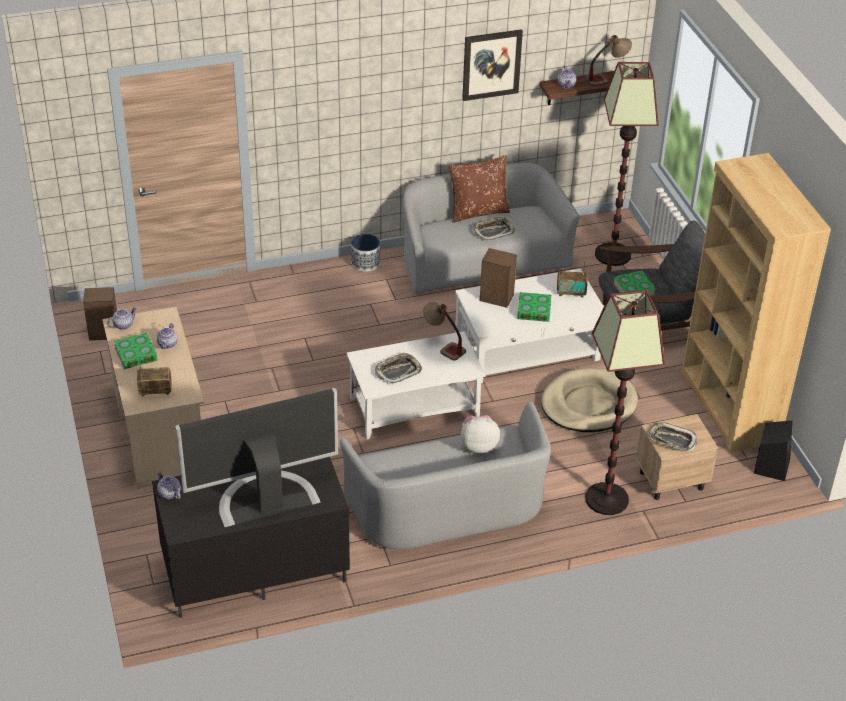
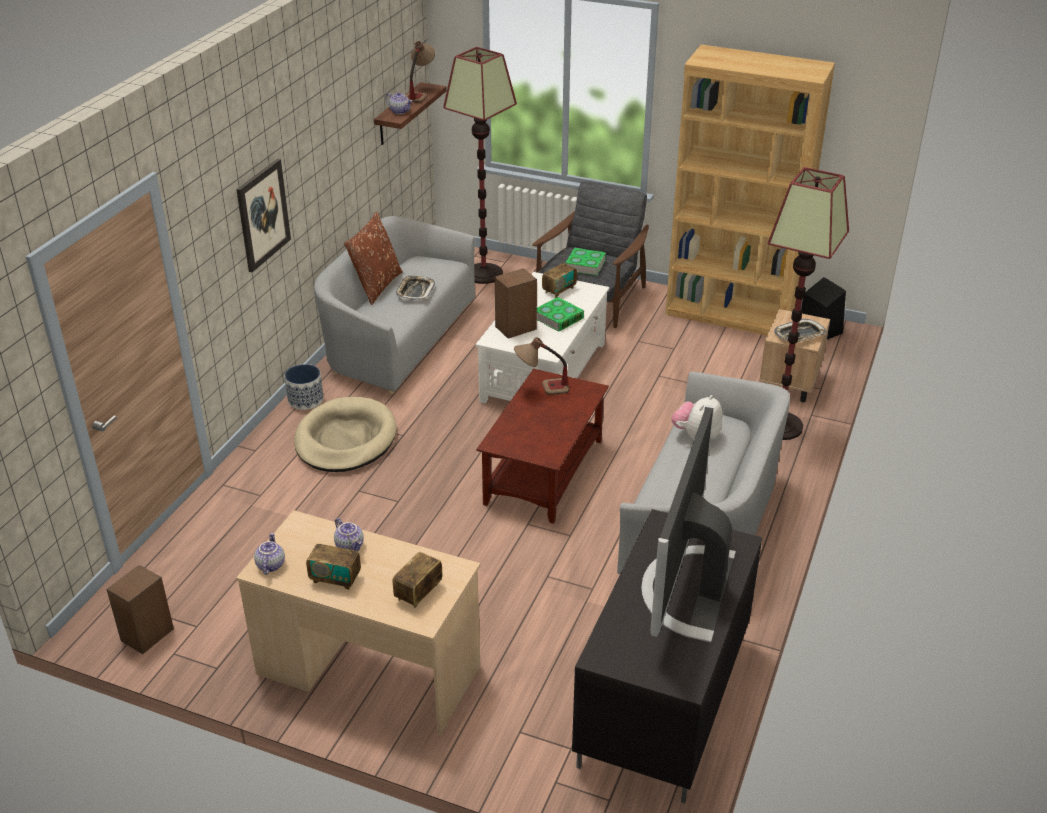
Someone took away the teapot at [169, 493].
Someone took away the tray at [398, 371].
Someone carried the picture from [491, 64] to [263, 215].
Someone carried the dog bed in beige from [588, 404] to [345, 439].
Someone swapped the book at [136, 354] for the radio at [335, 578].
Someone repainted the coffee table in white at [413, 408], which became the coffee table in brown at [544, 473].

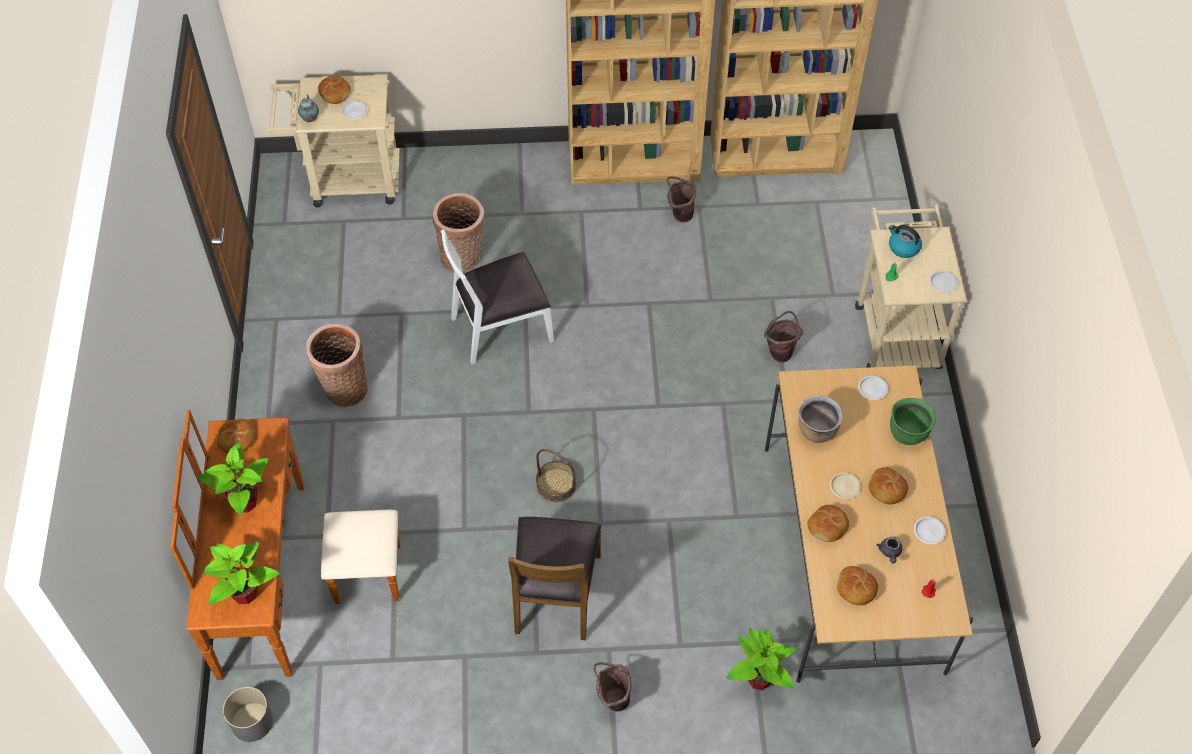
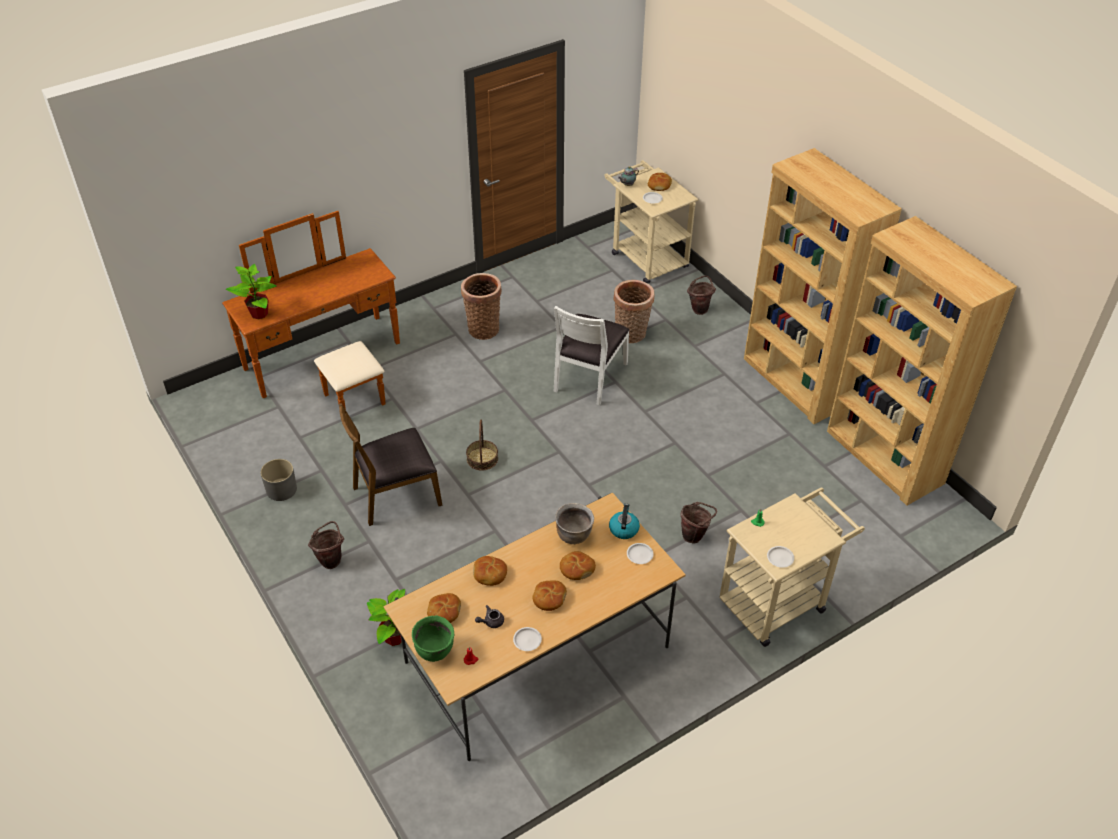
Someone took away the potted plant at [245, 501].
Someone took away the plate in beige at [844, 487].
Someone carried the bread from [236, 440] to [576, 569].
Someone carried the planter in grey from [251, 722] to [281, 489].
Someone carried the bucket in brown from [679, 214] to [699, 308].
Someone carried the kettle from [903, 247] to [623, 529].
Someone carried the cooking pot in green from [907, 433] to [435, 650].
Someone rotated the chair in white at [500, 328] by 105 degrees counterclockwise.

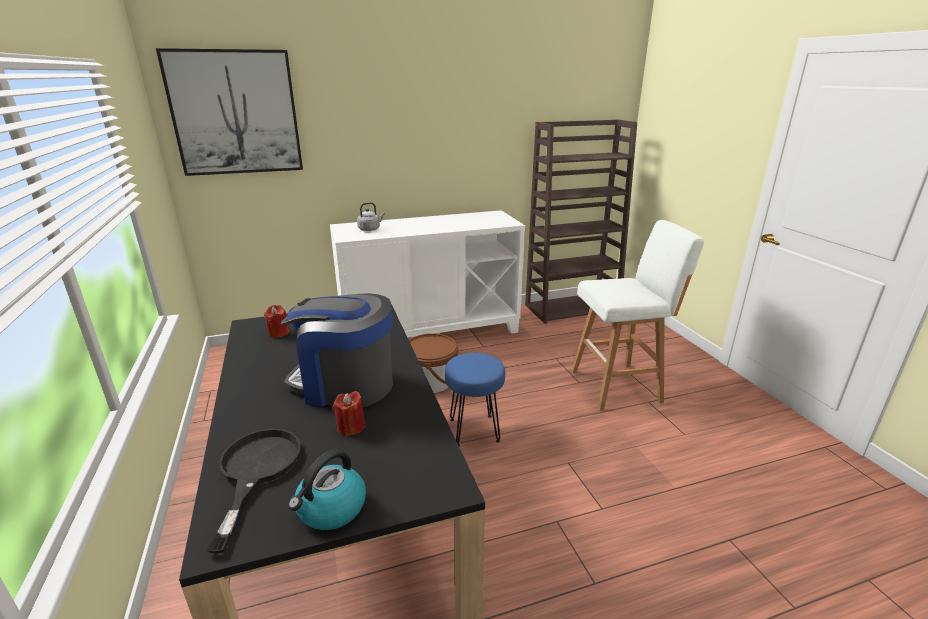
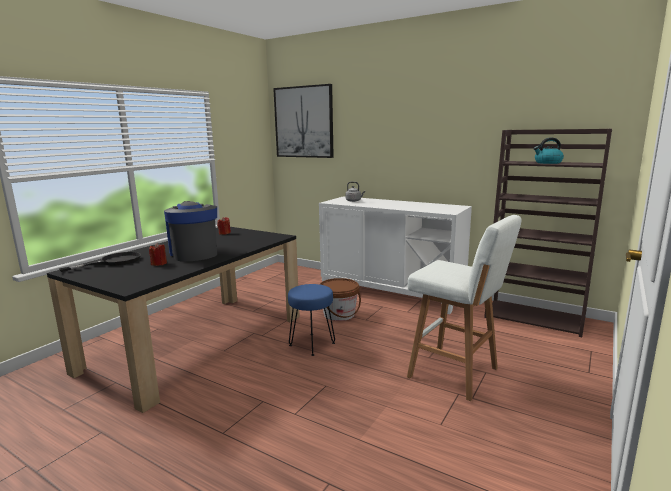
Someone carried the kettle from [331, 509] to [547, 163].

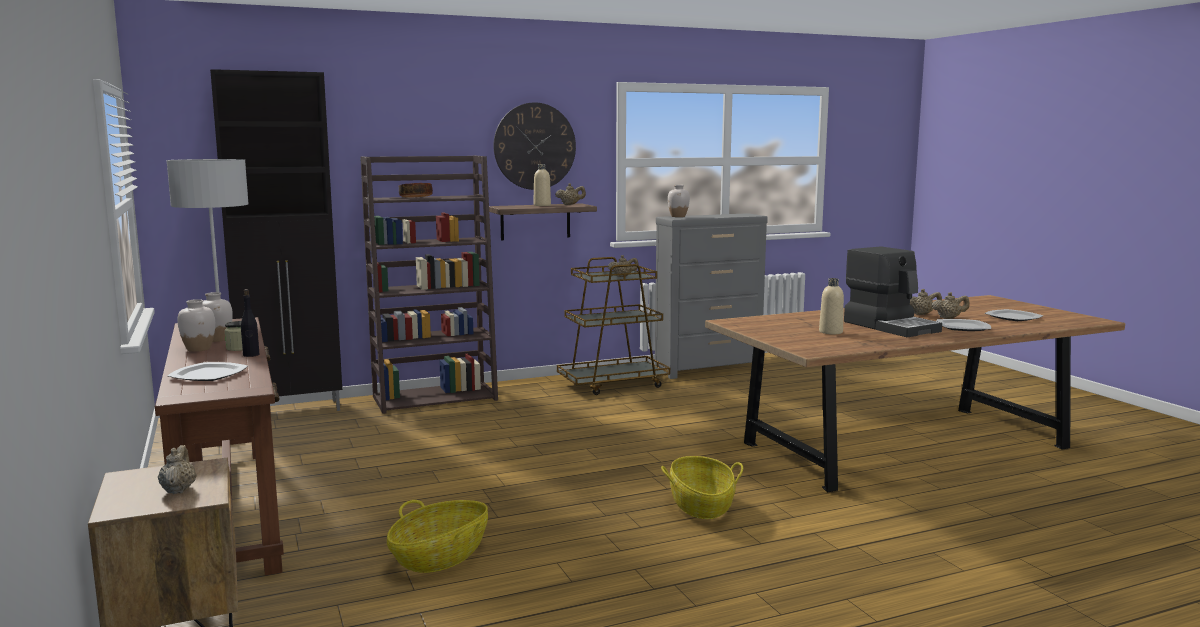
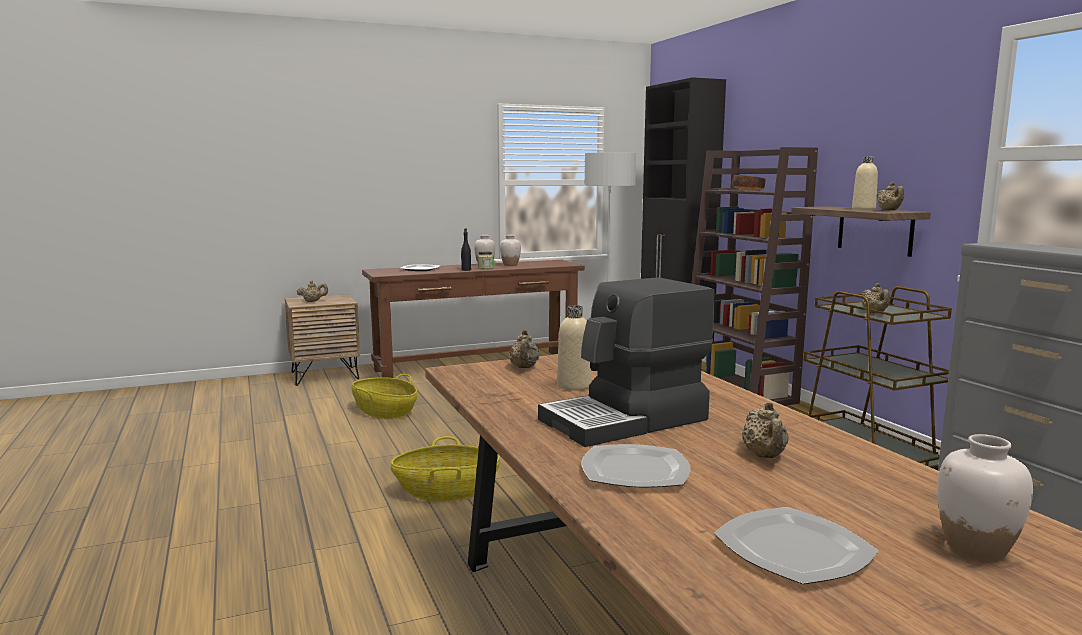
Someone took away the wall clock at [534, 146].
Someone carried the vase in white from [678, 216] to [976, 549].
Someone carried the teapot in beige from [949, 318] to [524, 368].

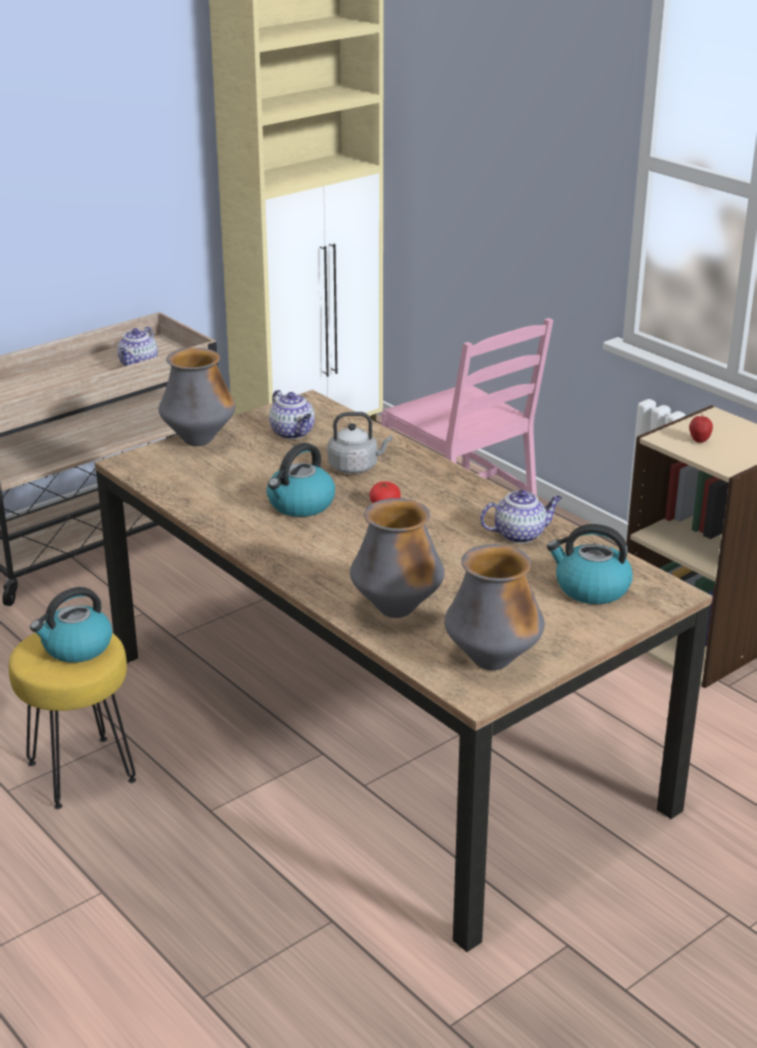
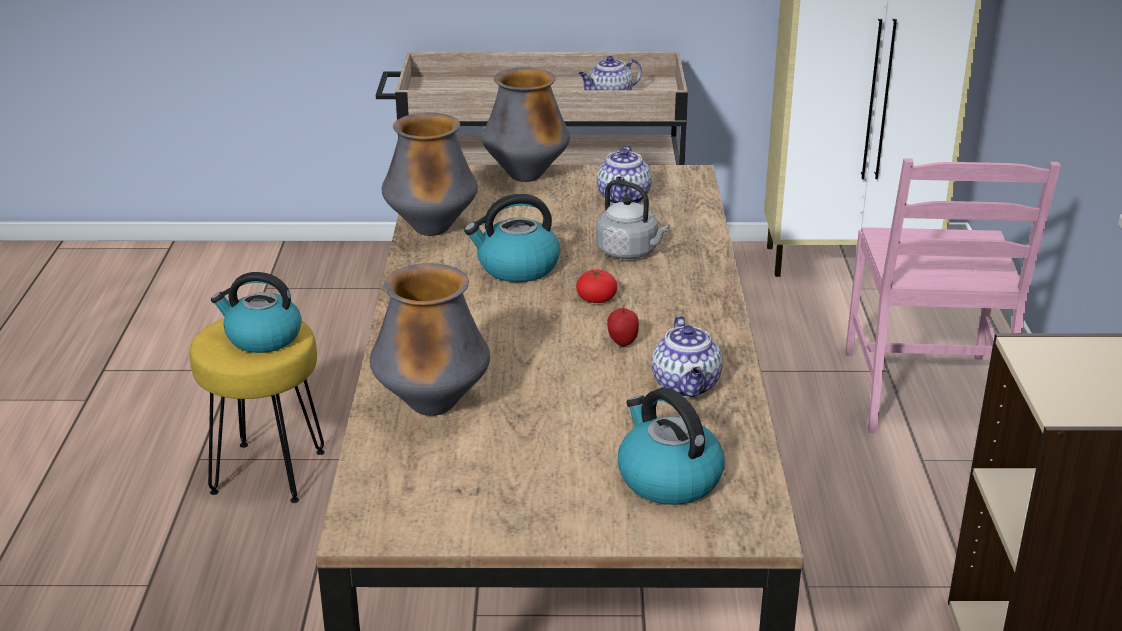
Someone carried the vase from [492, 661] to [432, 229].
Someone carried the apple from [699, 441] to [622, 343].
Someone rotated the teapot at [520, 534] by 60 degrees clockwise.

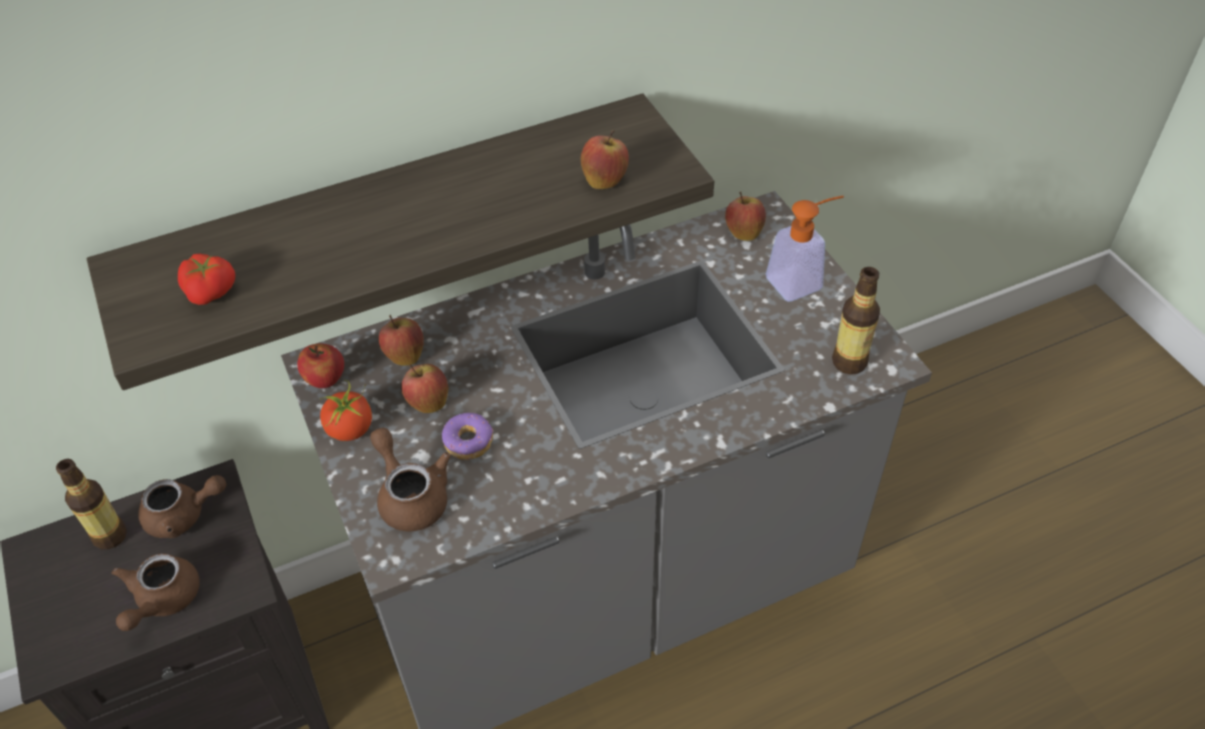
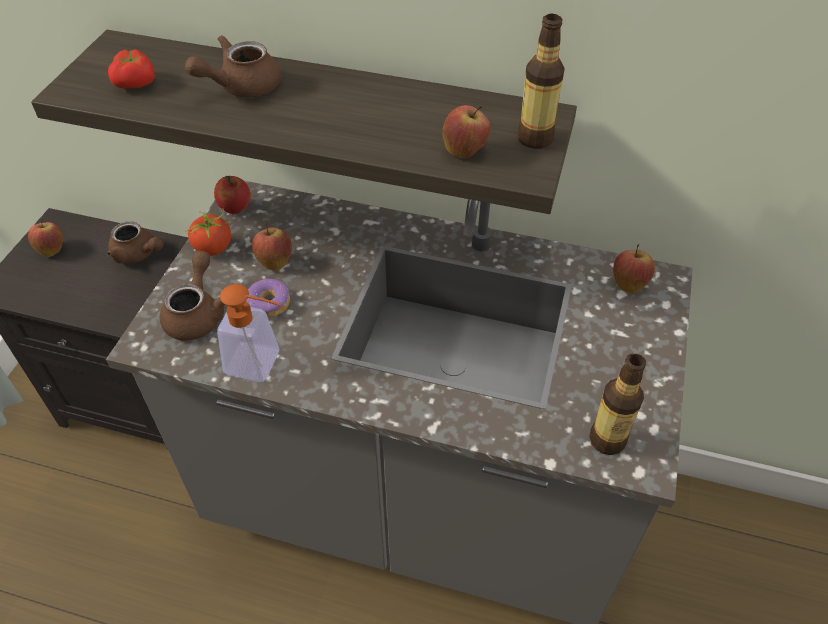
Someone carried the bottle from [110, 536] to [535, 138].
Someone carried the teapot in brown from [161, 600] to [241, 87].
Someone carried the apple from [404, 356] to [51, 250].
Someone carried the soap dispenser from [802, 280] to [262, 364].

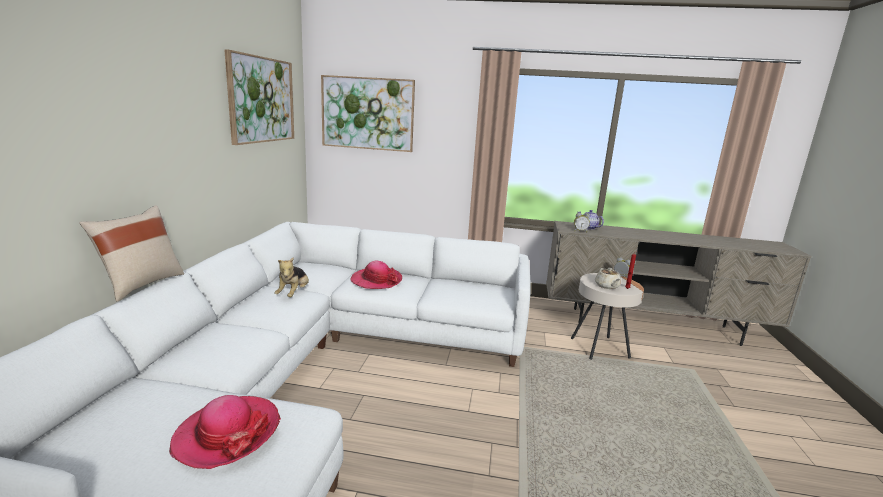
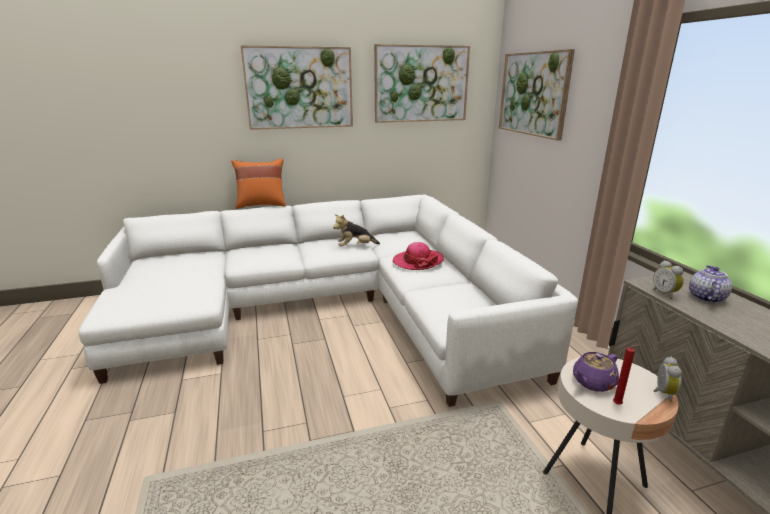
Someone took away the hat at [227, 433].
Someone put up the picture at [299, 88].
Someone repainted the pillow in beige at [141, 284], which became the pillow in orange at [261, 205].
Someone repainted the teapot in beige at [607, 286], which became the teapot in purple at [592, 382].

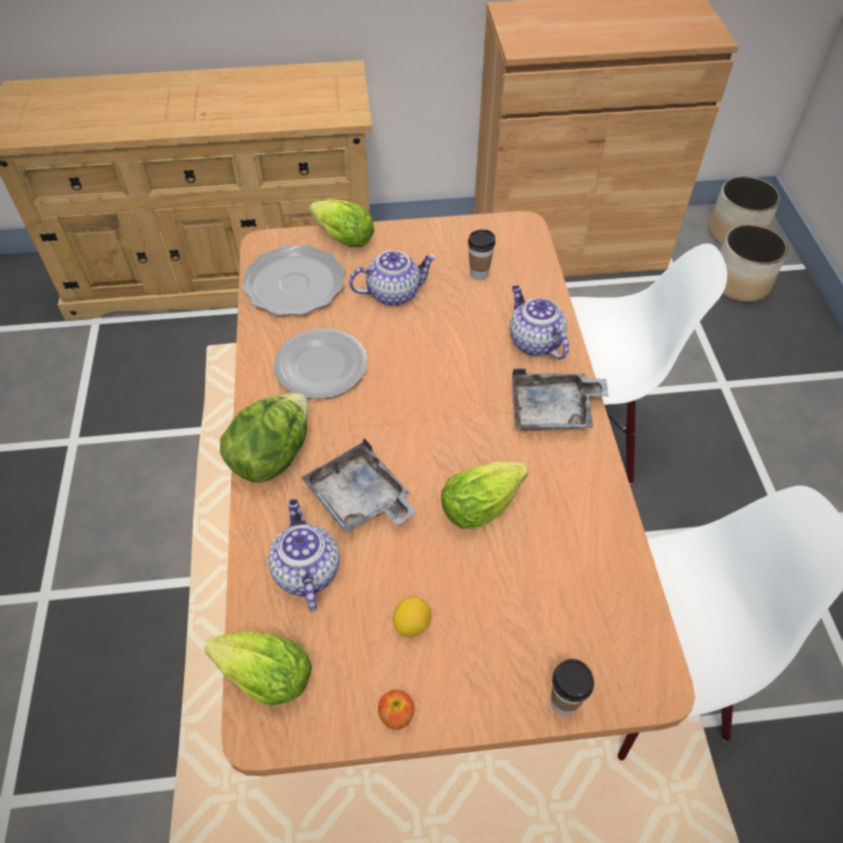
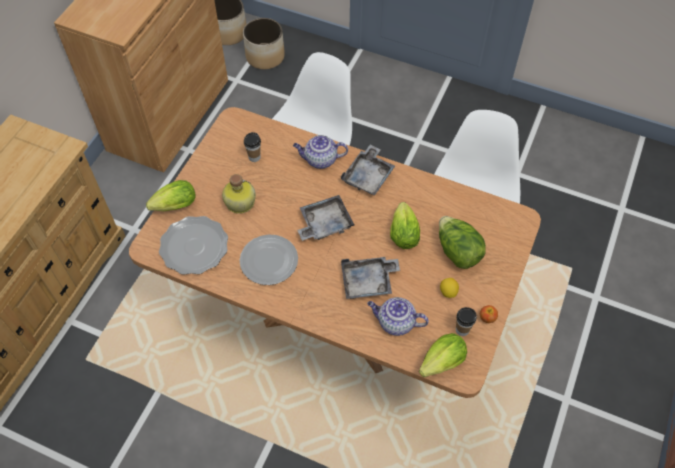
Someone put down the tray in grey at [324, 224].
Someone carried the lettuce from [272, 455] to [457, 252].
Someone carried the cup from [564, 701] to [462, 330].
Someone swapped the teapot at [394, 293] for the bottle at [239, 202].

